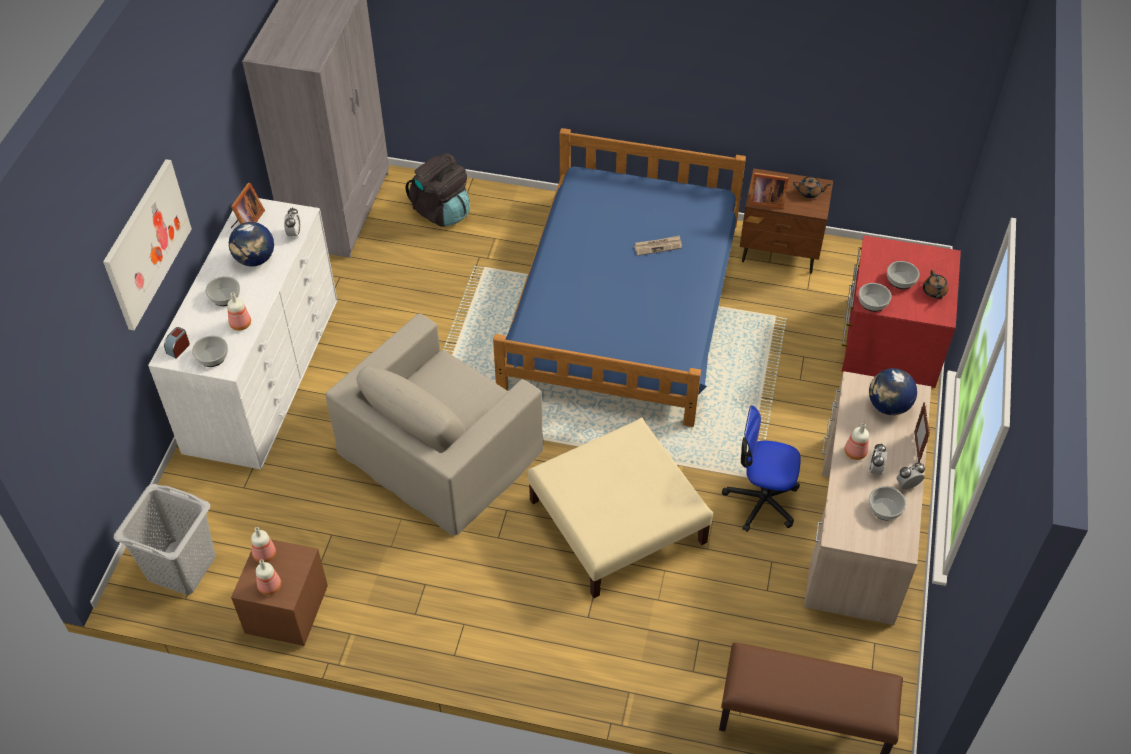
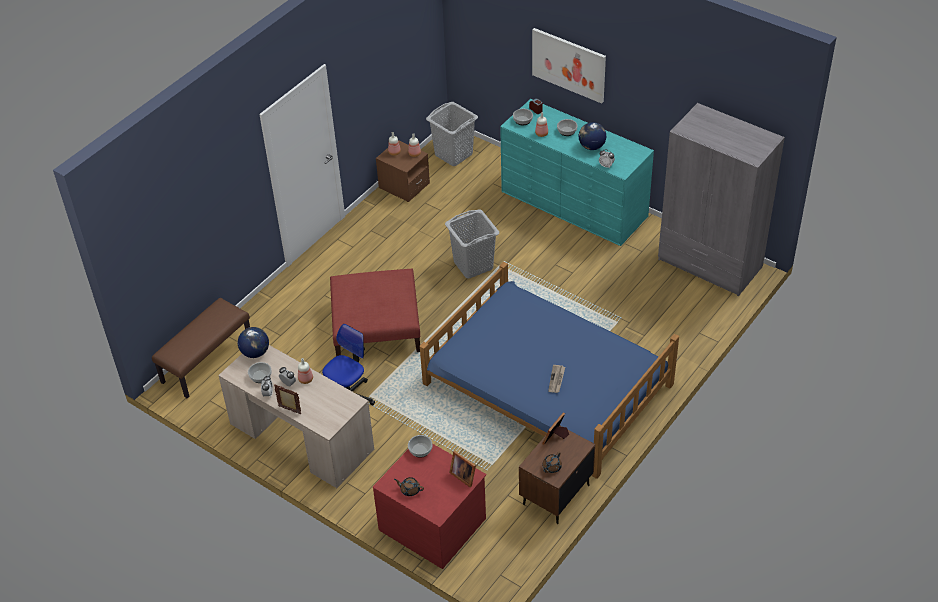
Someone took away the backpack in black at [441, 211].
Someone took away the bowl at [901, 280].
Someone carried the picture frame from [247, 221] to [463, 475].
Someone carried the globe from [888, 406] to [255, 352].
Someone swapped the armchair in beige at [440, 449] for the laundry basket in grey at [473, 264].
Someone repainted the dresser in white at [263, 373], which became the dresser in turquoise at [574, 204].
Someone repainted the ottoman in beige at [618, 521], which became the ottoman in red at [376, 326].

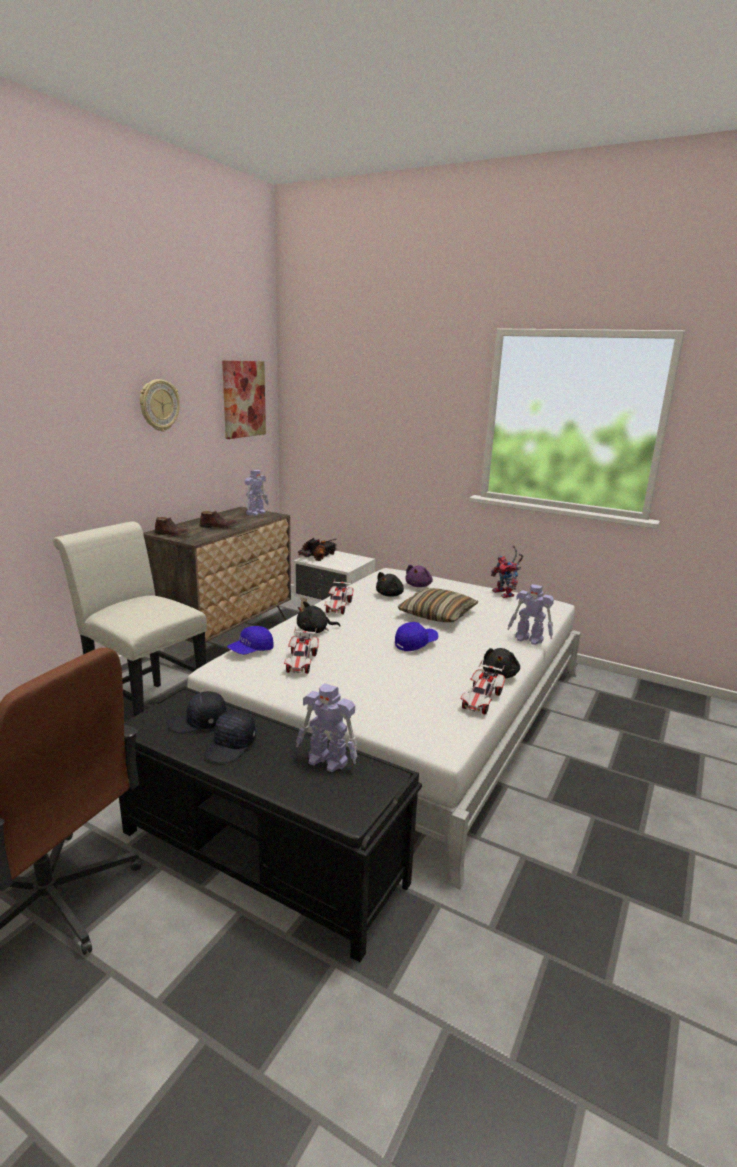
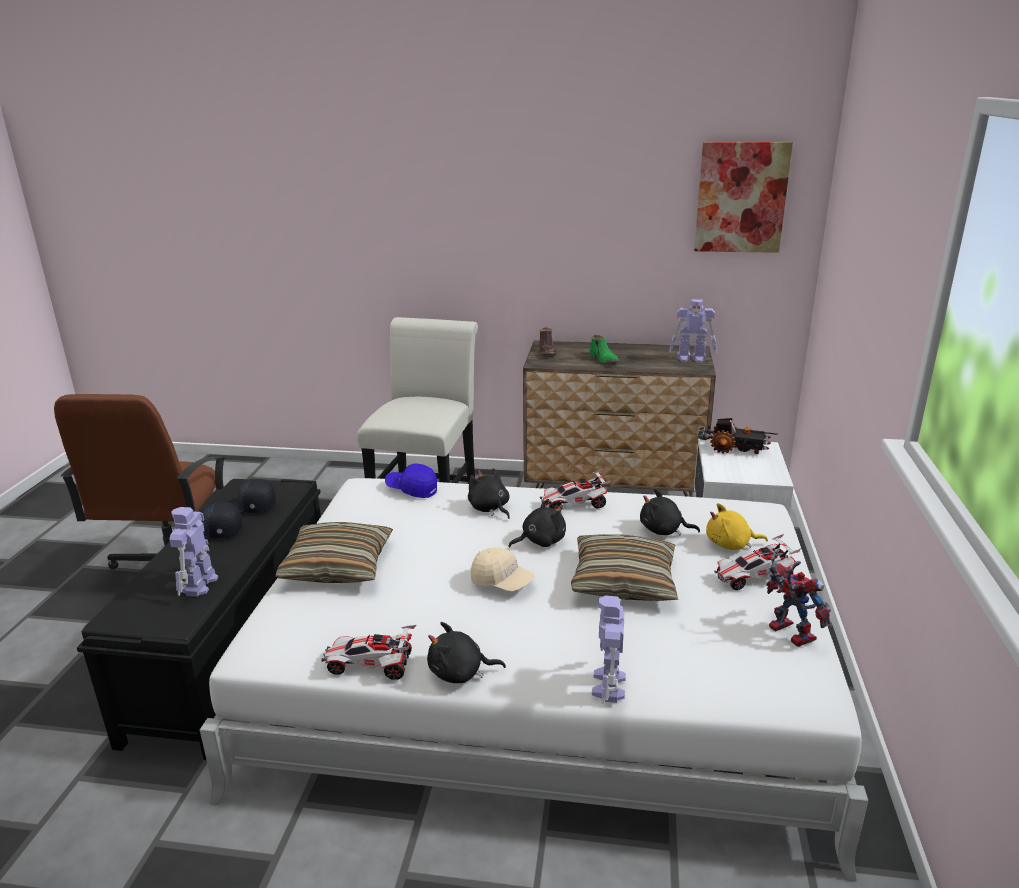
Someone took away the wall clock at [159, 405].
Someone put down the pillow at [337, 566].
Someone put down the plush toy in black at [540, 541].
Someone carried the toy car from [301, 663] to [754, 578].
Someone repainted the shoe in brown at [219, 527], which became the shoe in green at [604, 359].
Someone repainted the cap in blue at [416, 644], which became the cap in beige at [502, 582].
Someone repainted the plush toy in purple at [418, 585], which became the plush toy in yellow at [730, 545].
Someone rotated the cap in black at [198, 723] by 45 degrees counterclockwise.
Someone rotated the toy robot at [505, 594] by 105 degrees clockwise.

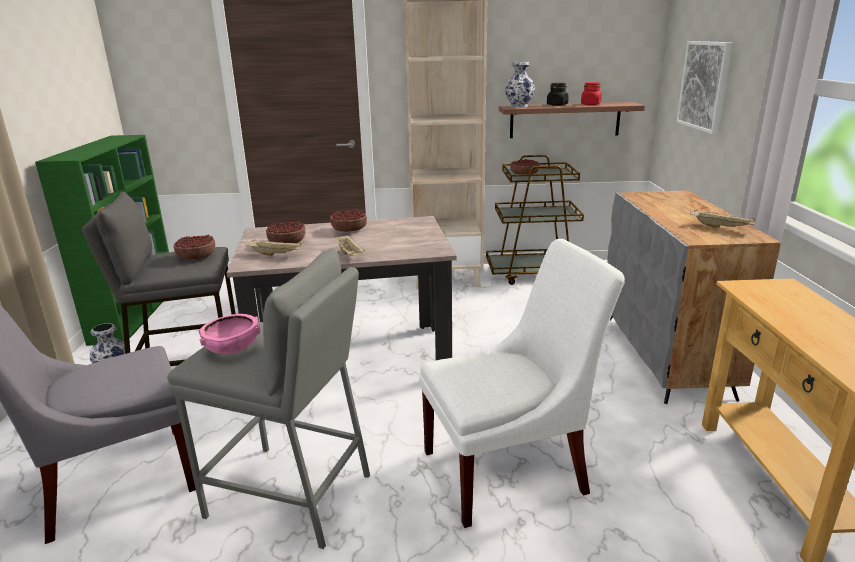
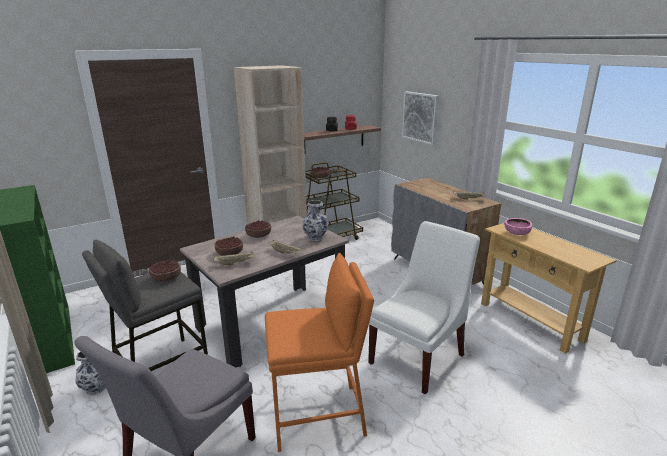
Someone carried the bowl in pink from [233, 348] to [517, 233].
Someone carried the vase from [519, 106] to [315, 237].
Someone repainted the stool in grey at [290, 495], which became the stool in orange at [318, 416].

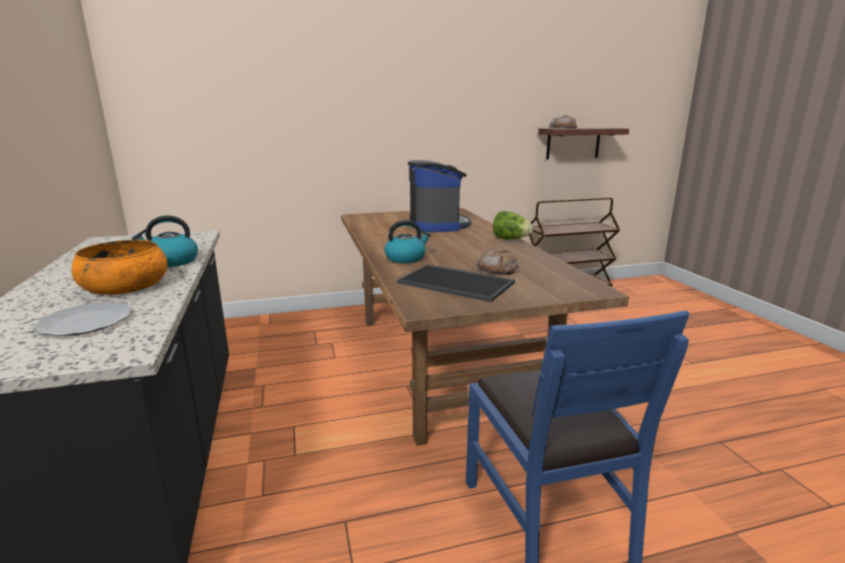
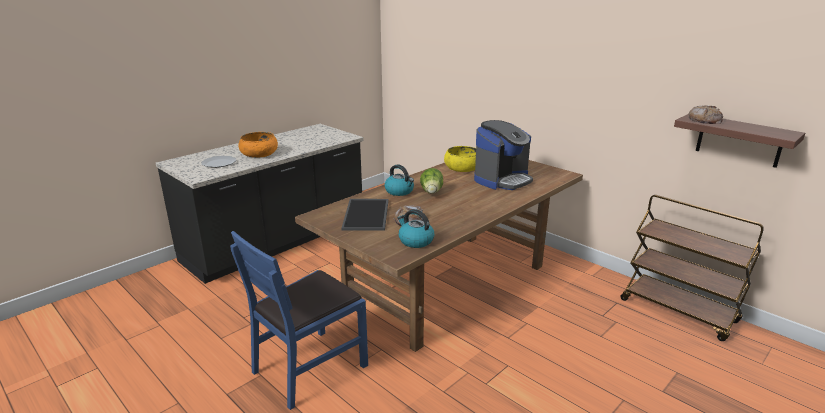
Someone put down the bowl in yellow at [462, 168].
Someone carried the kettle from [171, 262] to [415, 241].
Someone carried the lettuce from [511, 239] to [432, 193].

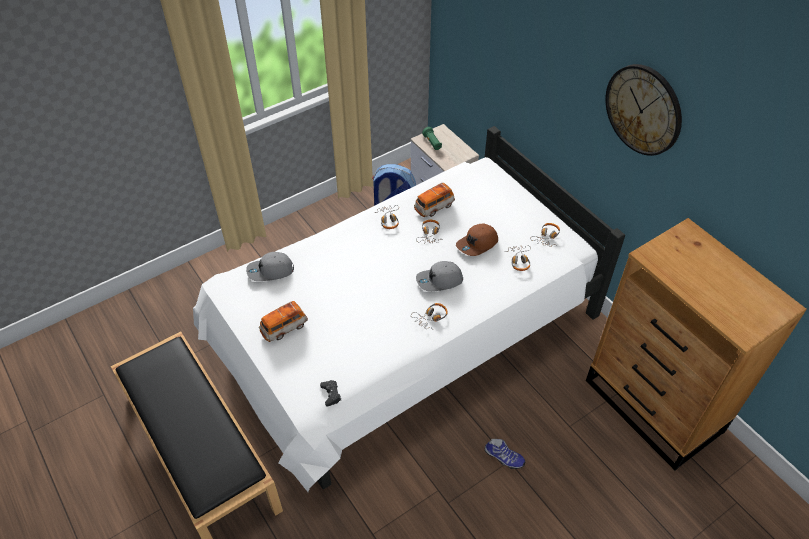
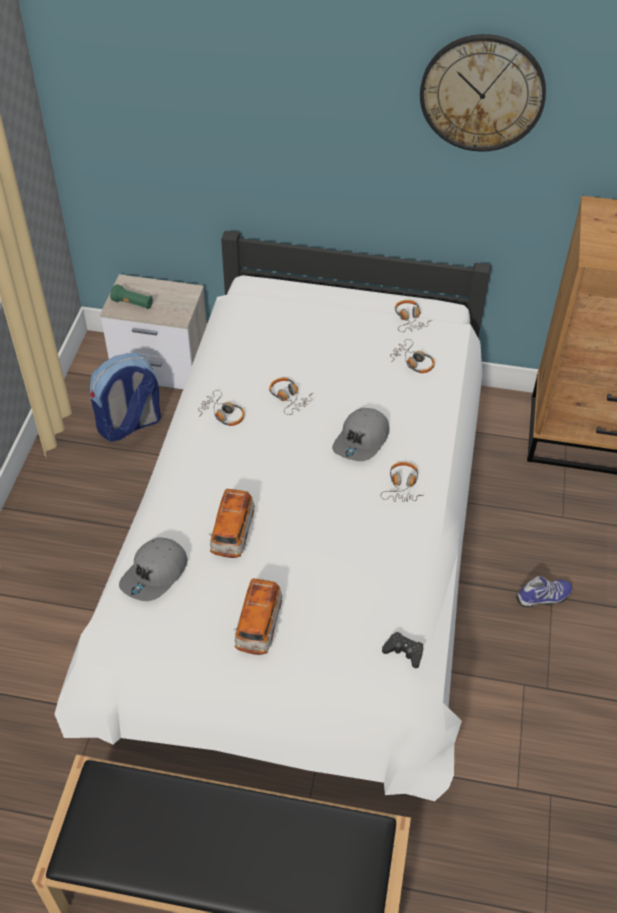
Someone took away the cap in brown at [477, 244].
Someone carried the toy car from [434, 207] to [232, 533].

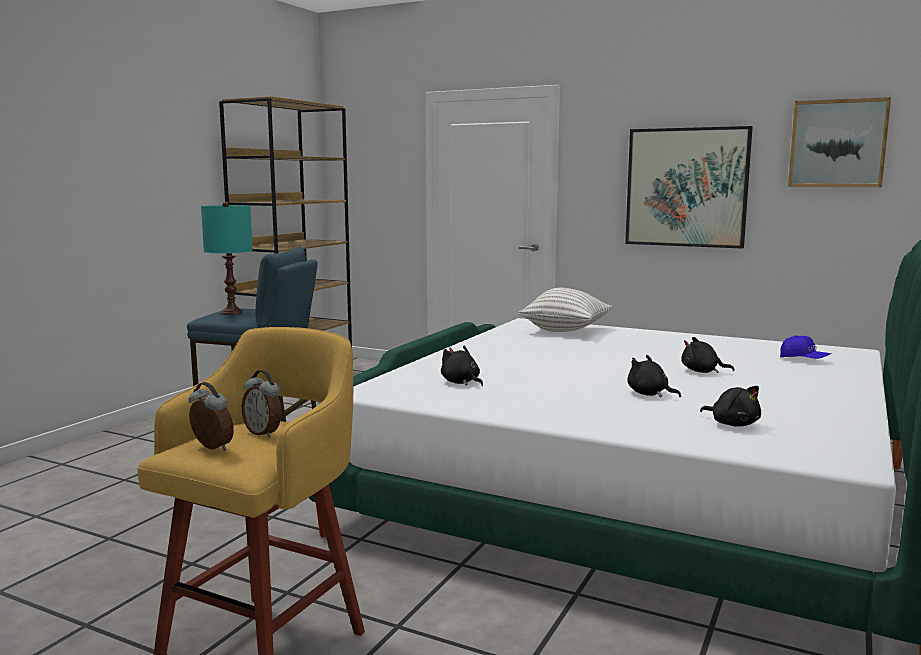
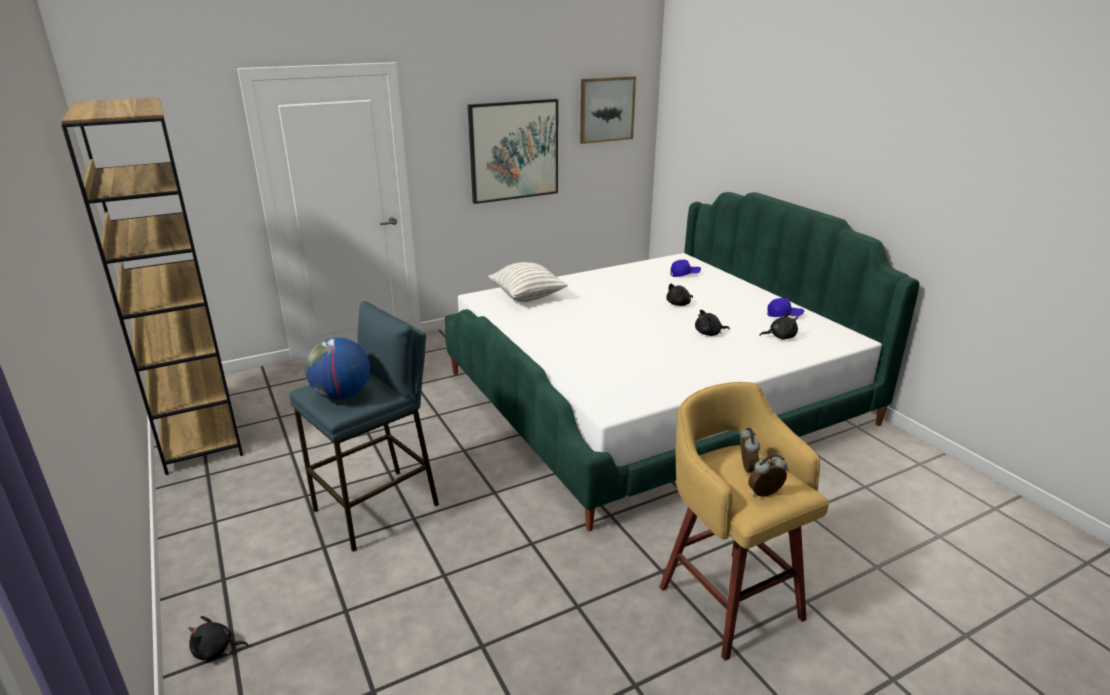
Someone put down the cap in blue at [784, 315].
Someone carried the plush toy in black from [461, 382] to [216, 650].
Someone swapped the table lamp in turquoise at [232, 313] for the globe at [341, 395].
Someone rotated the alarm clock at [263, 433] by 75 degrees counterclockwise.

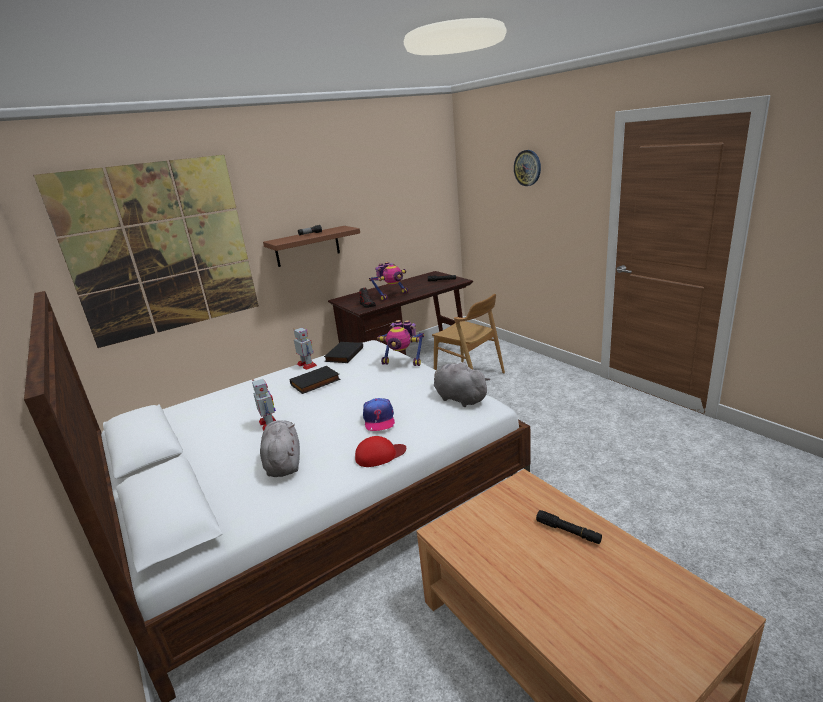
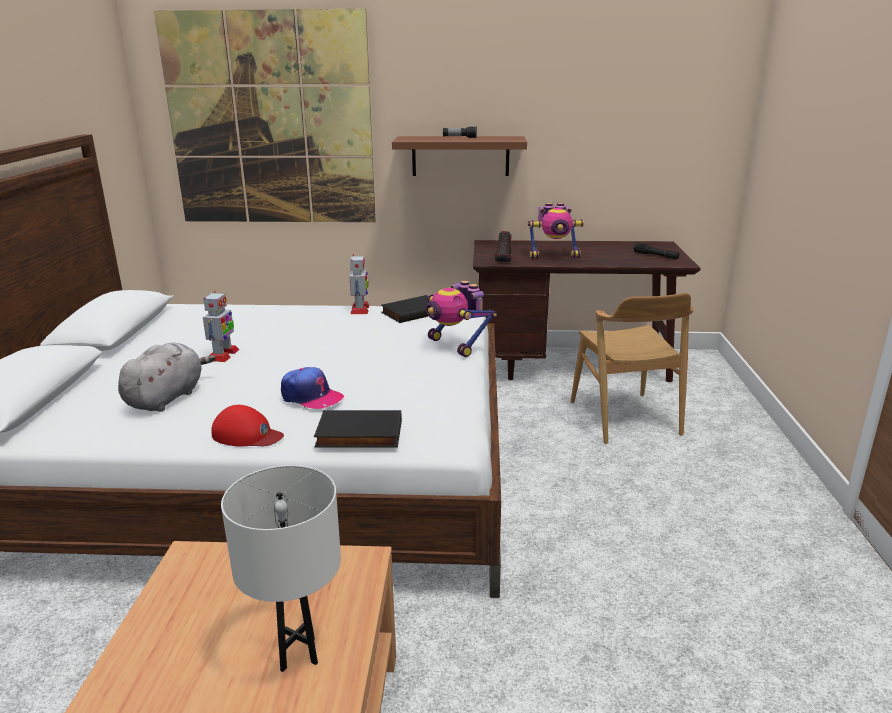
Someone took away the plush toy in grey at [459, 398].
Someone took away the wall clock at [527, 168].
Someone carried the book in black from [315, 383] to [358, 435].
Someone swapped the flashlight in black at [568, 532] for the table lamp in white at [298, 655].
Someone rotated the cap at [379, 419] by 90 degrees counterclockwise.

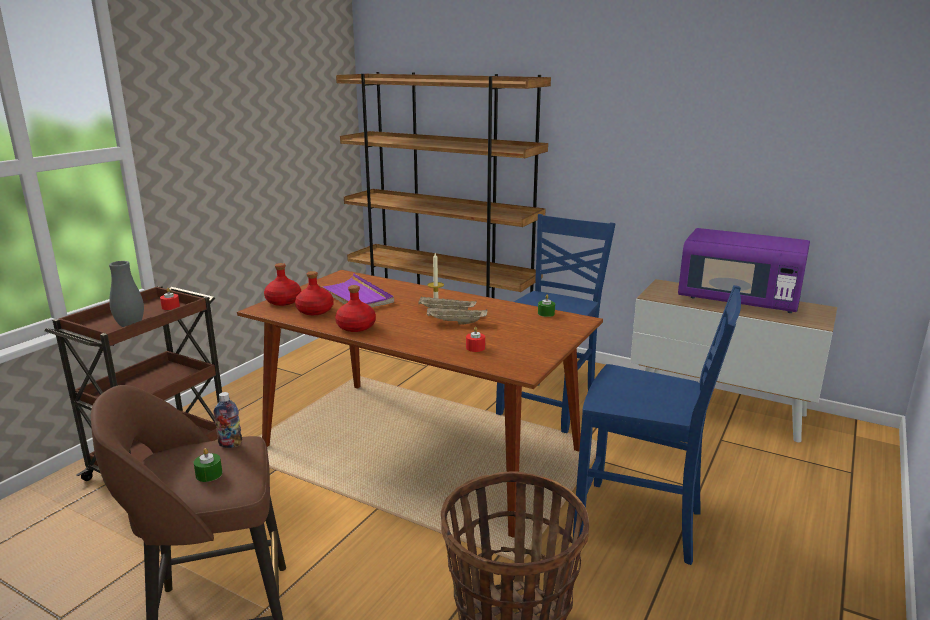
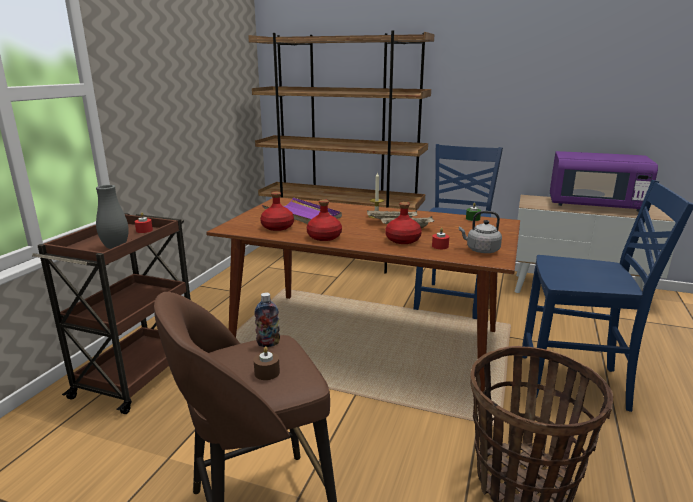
Someone put down the kettle in grey at [481, 250].
Someone carried the bottle in red from [283, 301] to [402, 240].
Someone repainted the candle in green at [209, 474], which became the candle in brown at [267, 372].

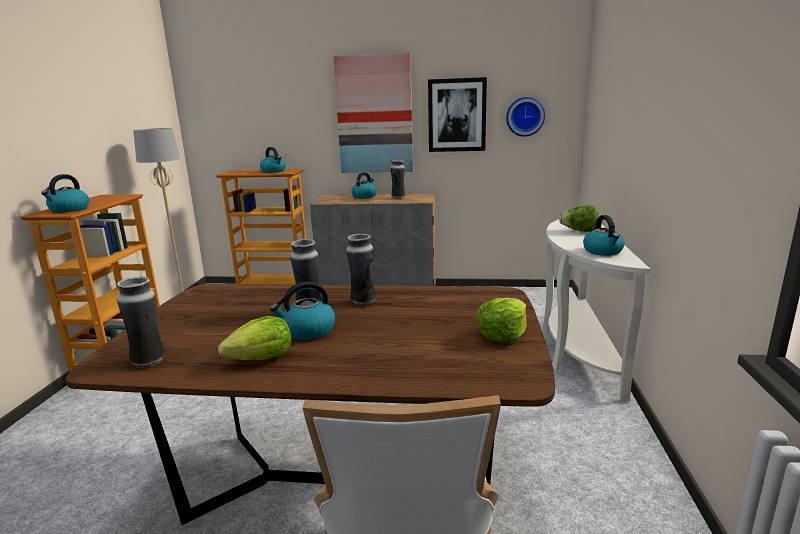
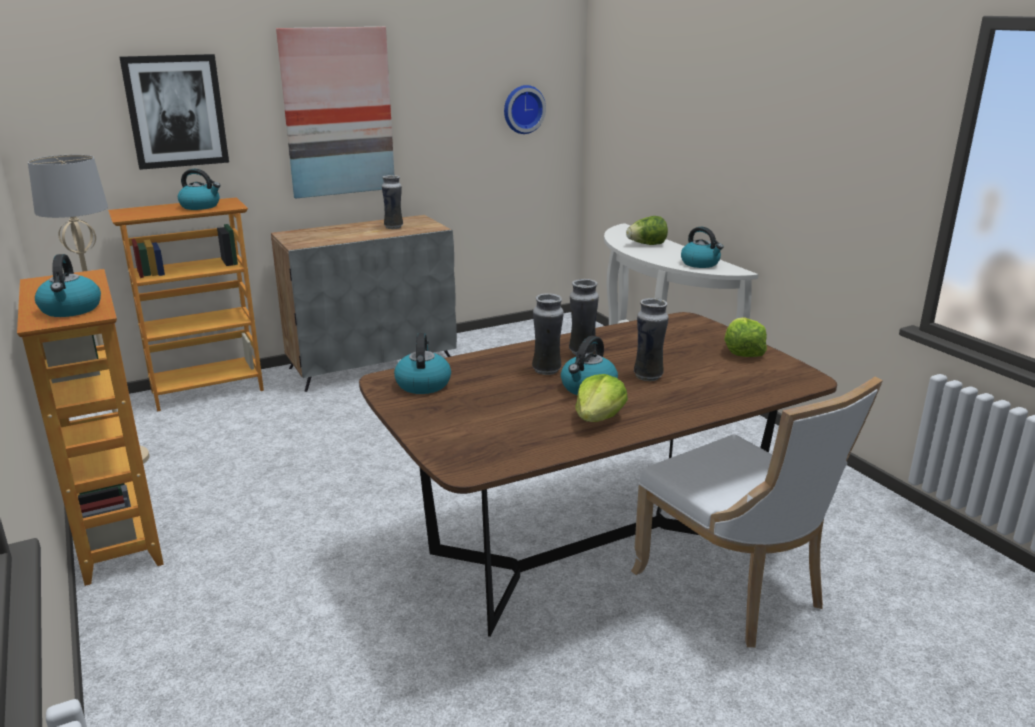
Someone carried the vase from [149, 361] to [648, 376].
Someone carried the kettle from [364, 196] to [423, 384].
Someone carried the picture from [457, 115] to [176, 111].

